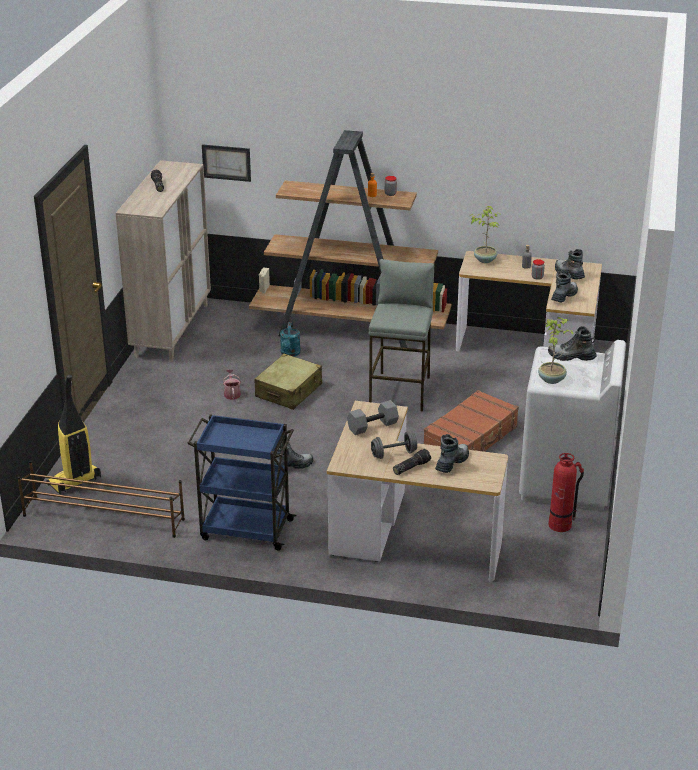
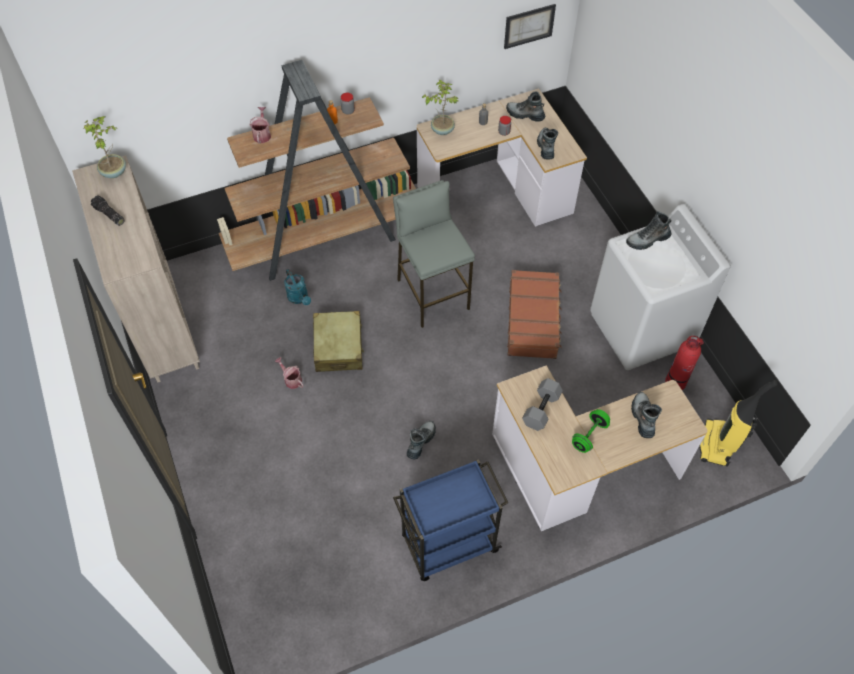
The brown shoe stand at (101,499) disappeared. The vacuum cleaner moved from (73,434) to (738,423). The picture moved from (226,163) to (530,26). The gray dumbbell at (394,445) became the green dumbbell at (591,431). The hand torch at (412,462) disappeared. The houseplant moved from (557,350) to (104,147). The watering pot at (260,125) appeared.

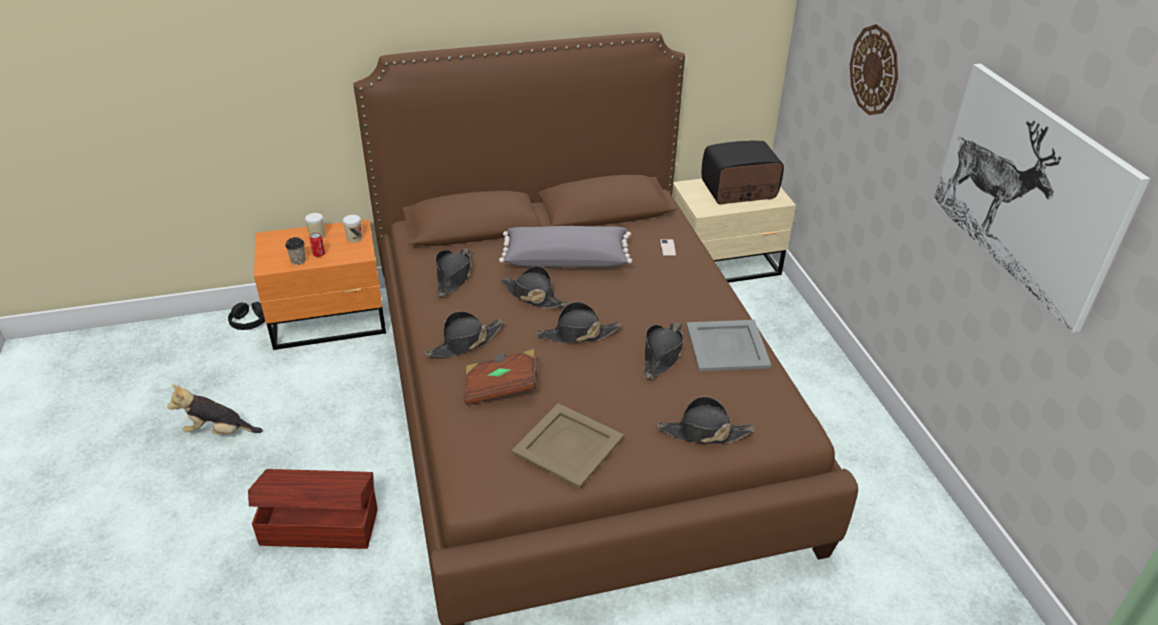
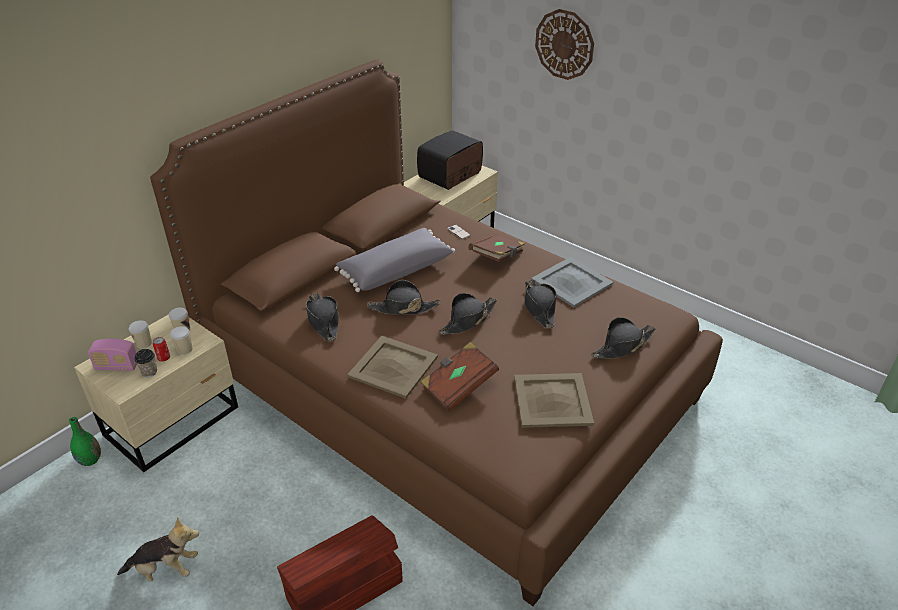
The soft toy at (215,410) turned 150 degrees counterclockwise. The black-coloured headphones at (246,316) was replaced by the green decorative vase at (85,441). The orange-coloured bedside table at (320,284) became the beige-coloured bedside table at (156,393). The black-coloured wearable hat at (464,334) was replaced by the beige-coloured carrying tray at (392,367). The picture at (1041,198) disappeared. The radio set at (112,355) appeared. The small cup at (181,340) appeared. The brown bound book at (496,248) appeared.

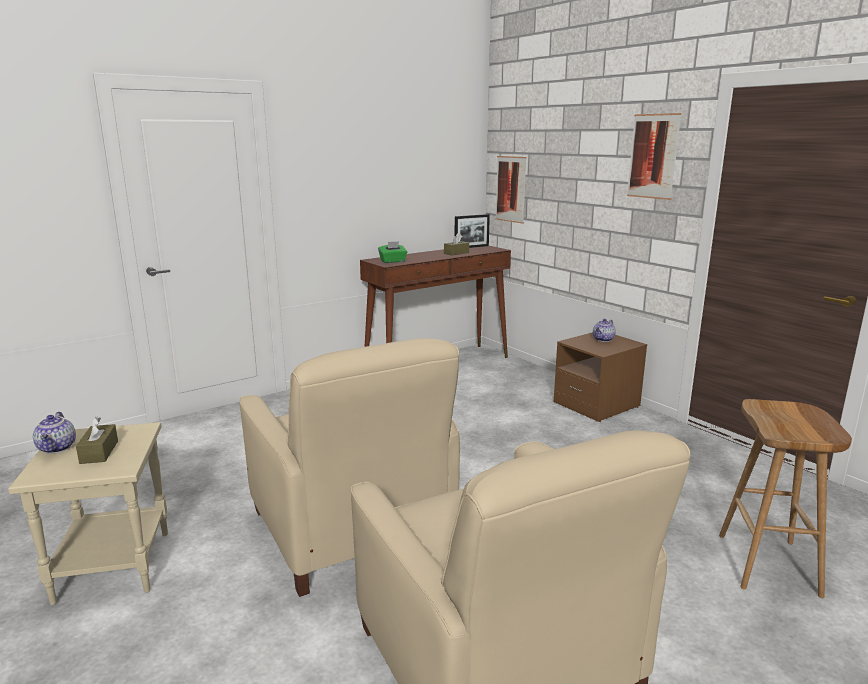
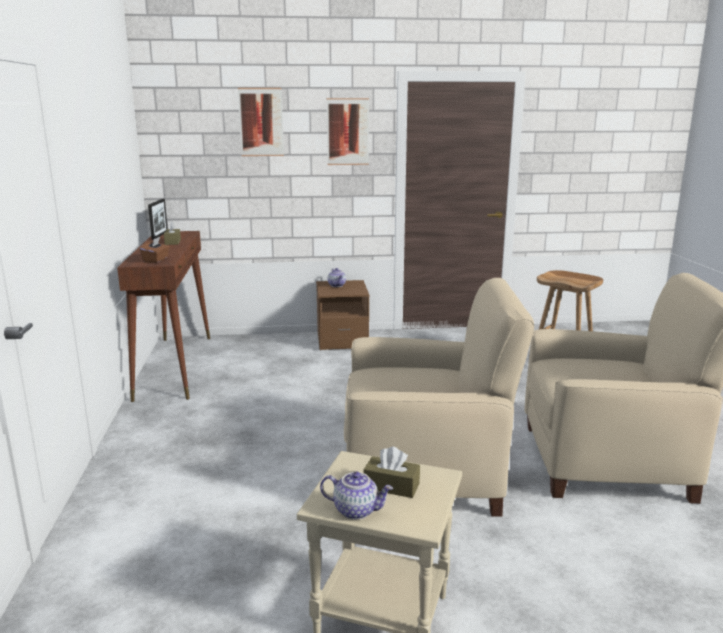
The green tissue holder at (392,252) became the brown tissue holder at (155,250). The picture moved from (511,190) to (261,122).

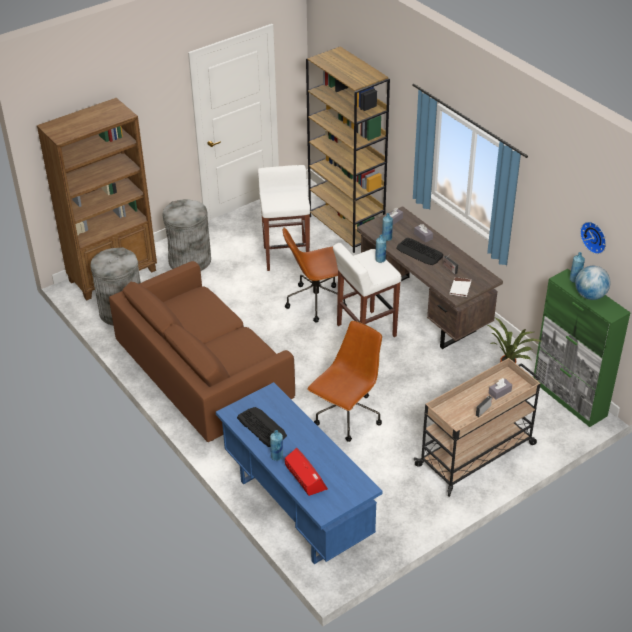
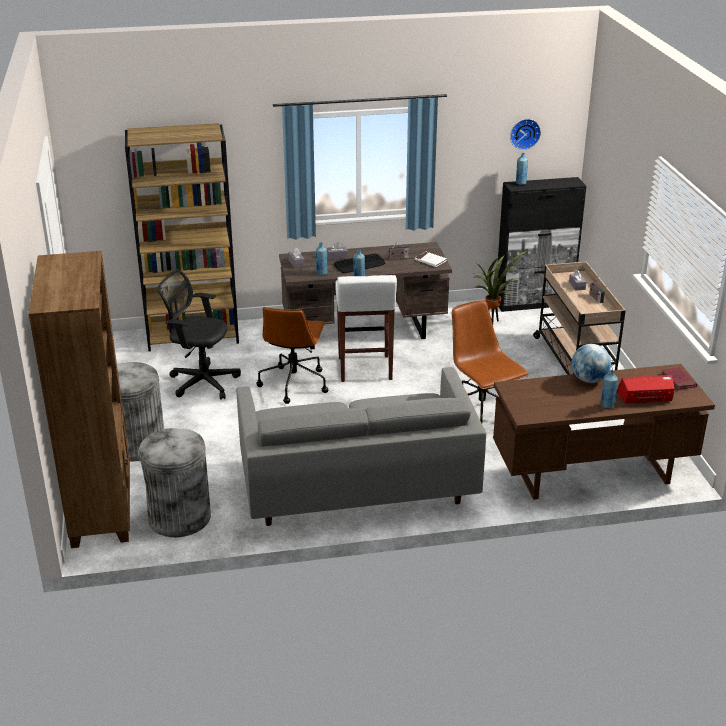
The brown couch at (202,351) became the gray couch at (361,446). The bluish desk table at (299,473) became the brown desk table at (604,432). The computer keyboard at (262,427) disappeared. The white stool seat at (284,218) was replaced by the black-coloured computer chair at (199,334). The green cabinet at (582,348) became the black-coloured cabinet at (542,244). The globe moved from (593,283) to (591,363). The red-coloured bound book at (679,378) appeared.

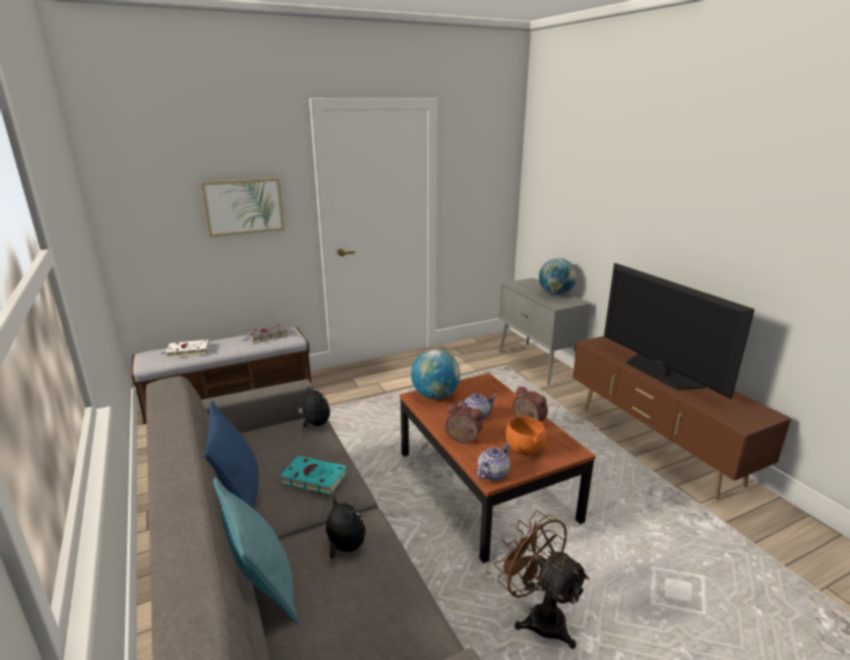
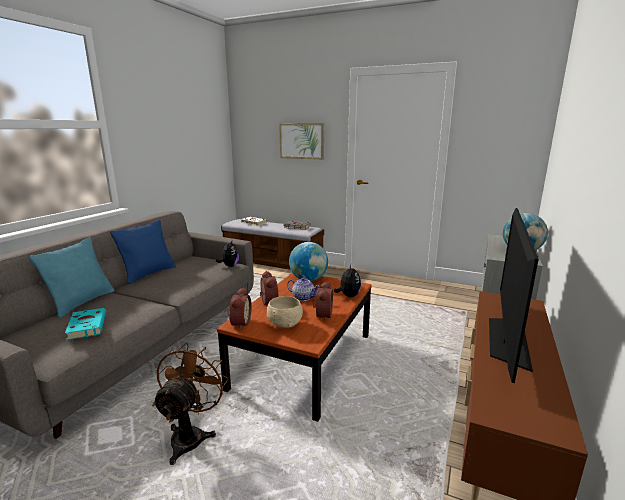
The turquoise-coloured bound book moved from (313,475) to (85,324). The soft toy moved from (342,527) to (347,281). The tea pot at (493,462) was replaced by the alarm clock at (239,308). The orange-coloured bowl at (525,435) became the beige-coloured bowl at (285,312).

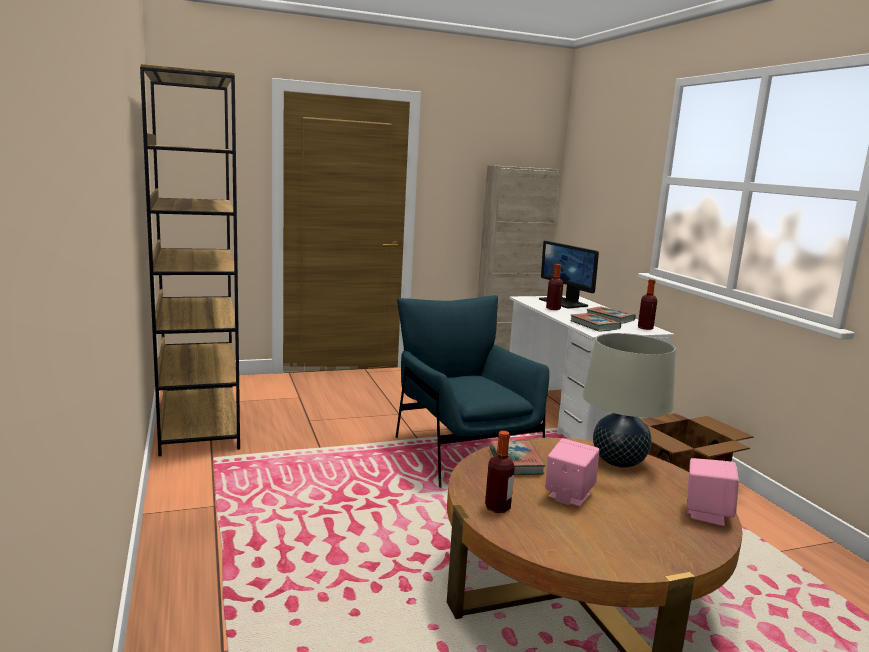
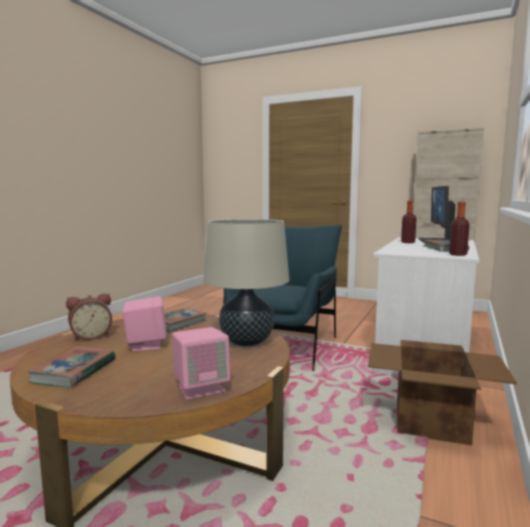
The brown bookshelf at (190,260) disappeared. The bottle at (500,472) was replaced by the alarm clock at (89,317). The bound book moved from (595,322) to (71,367).

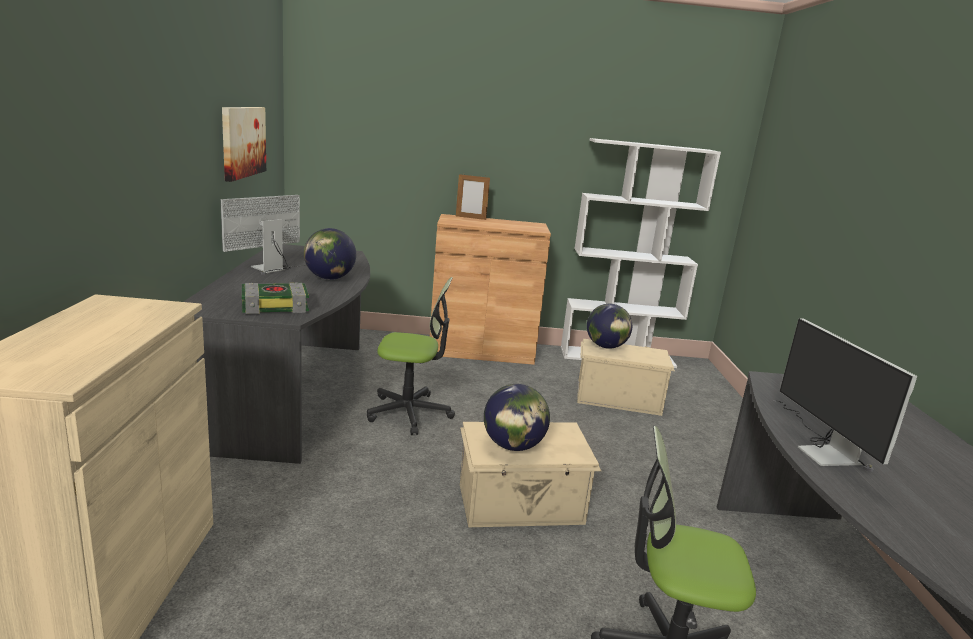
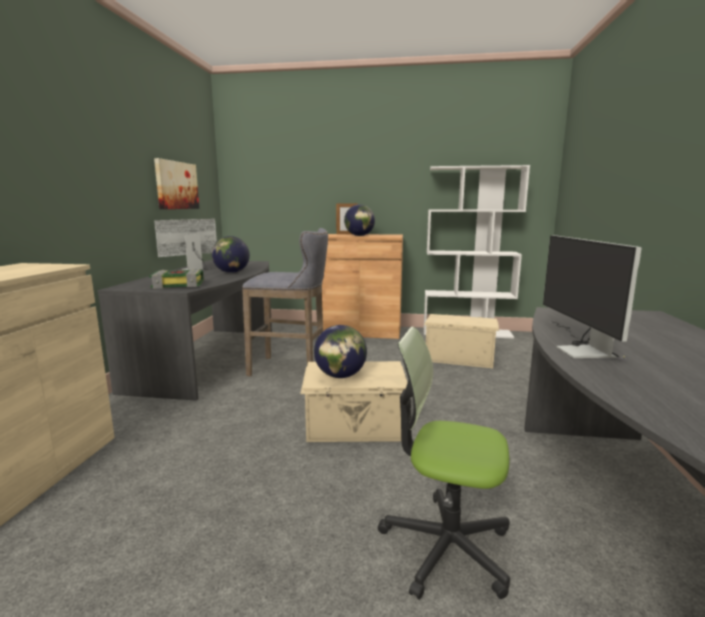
The computer chair at (411,356) was replaced by the gray stool seat at (285,302). The globe moved from (609,326) to (359,220).

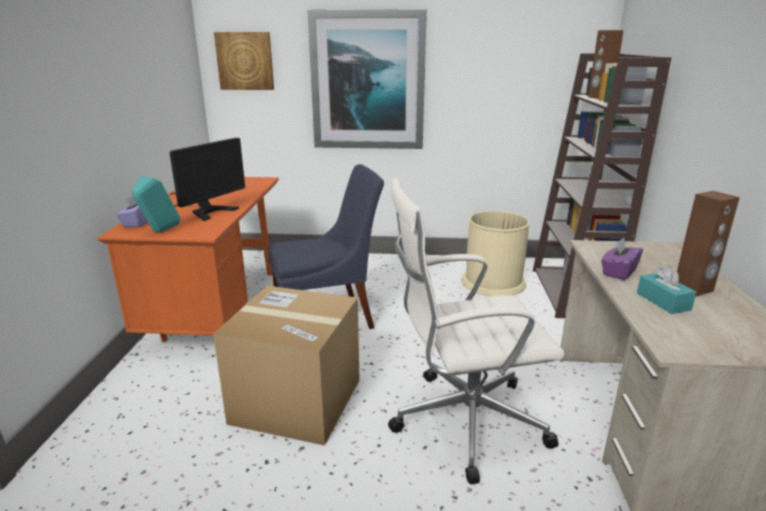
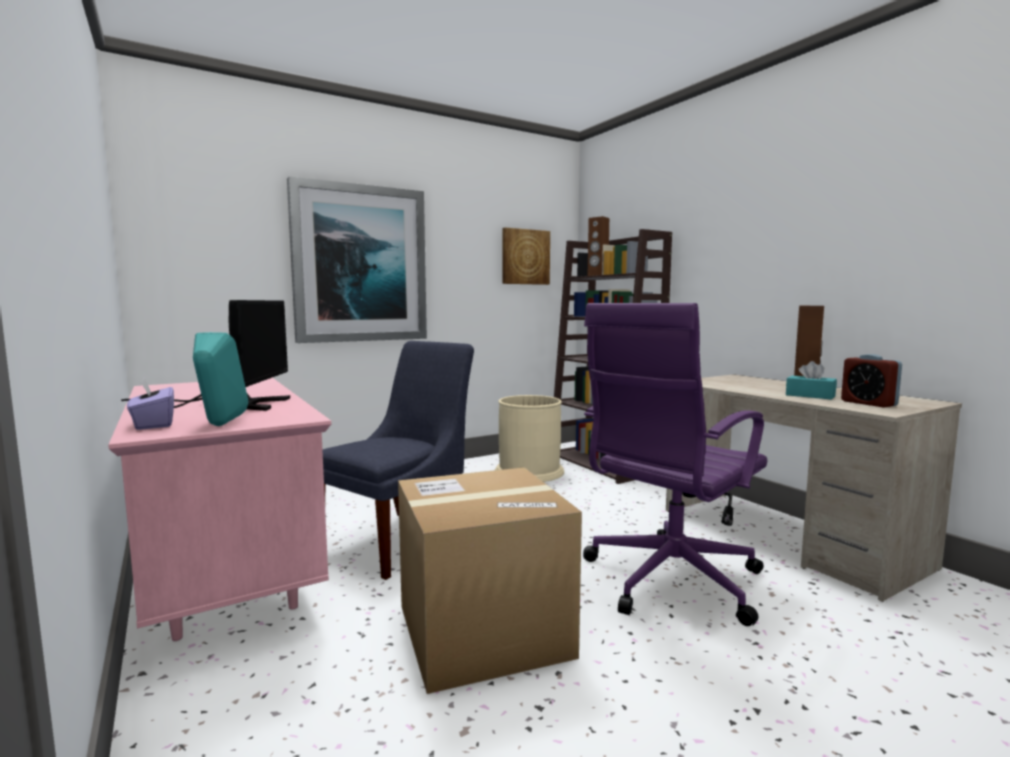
The orange-coloured desk table at (188,259) became the pinkish desk table at (219,509). The picture moved from (244,61) to (526,256). The white computer chair at (476,331) became the purplish computer chair at (675,464). The purplish tissue holder at (622,259) disappeared. The alarm clock at (871,381) appeared.

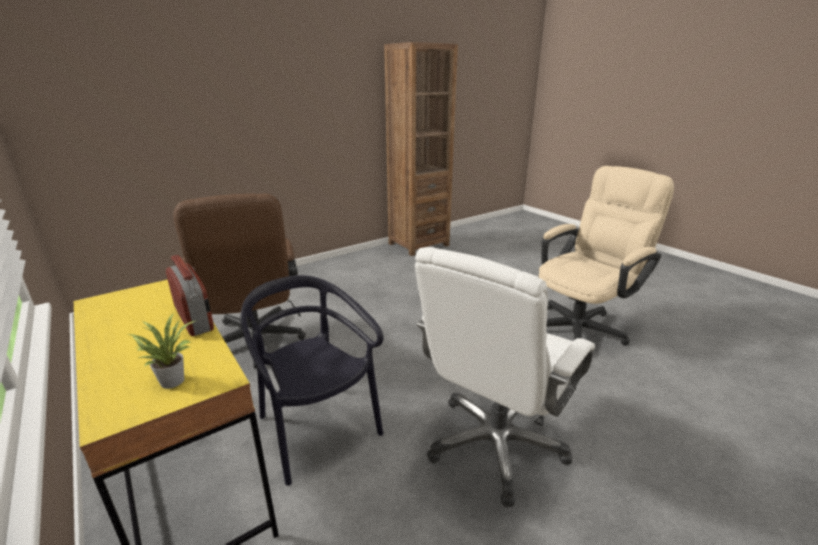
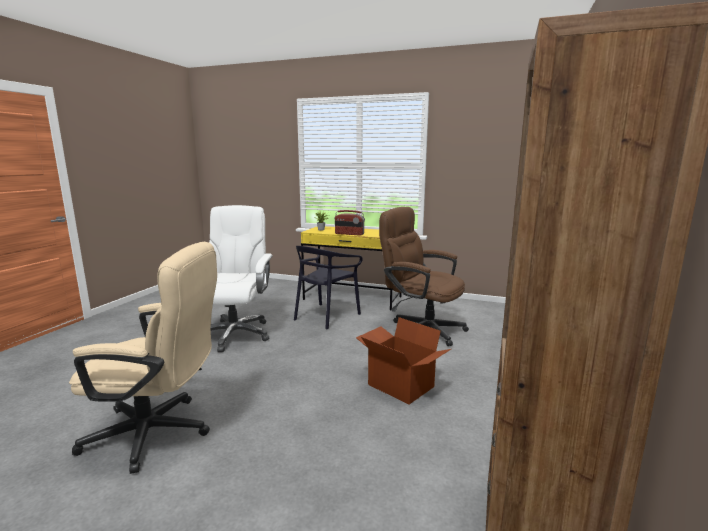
The black-coloured plain chair at (312,380) turned 105 degrees clockwise. The beige-coloured computer chair at (606,256) turned 105 degrees counterclockwise. The packing box at (403,360) appeared.

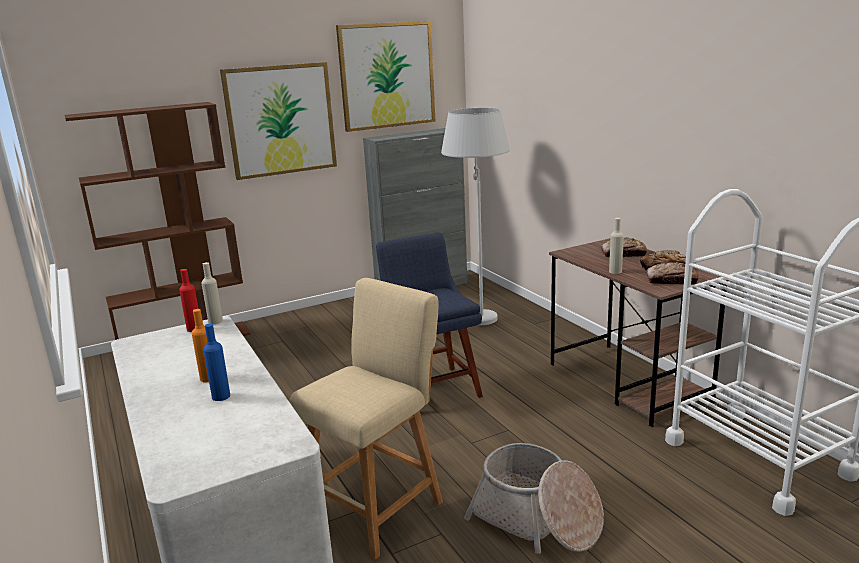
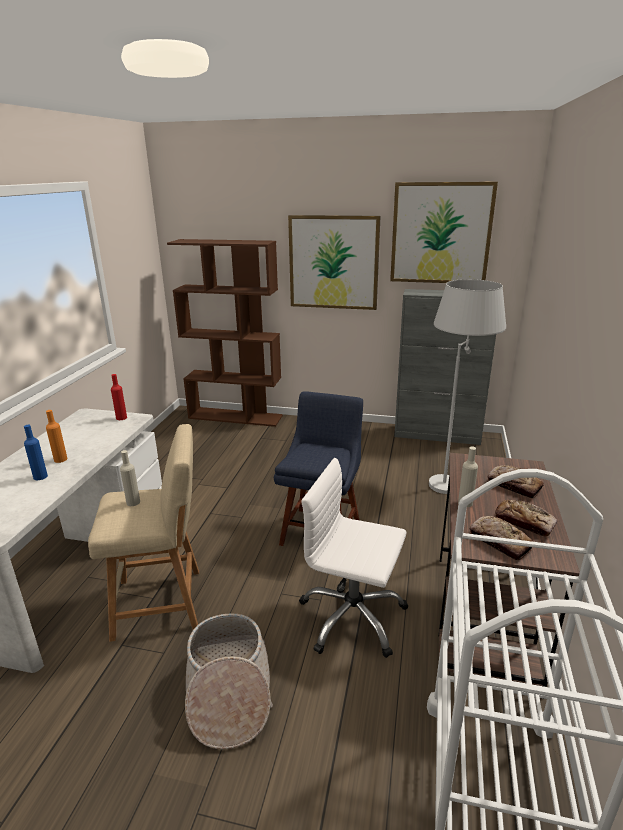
The beige-coloured bottle moved from (212,293) to (130,478). The white computer chair at (353,558) appeared.

